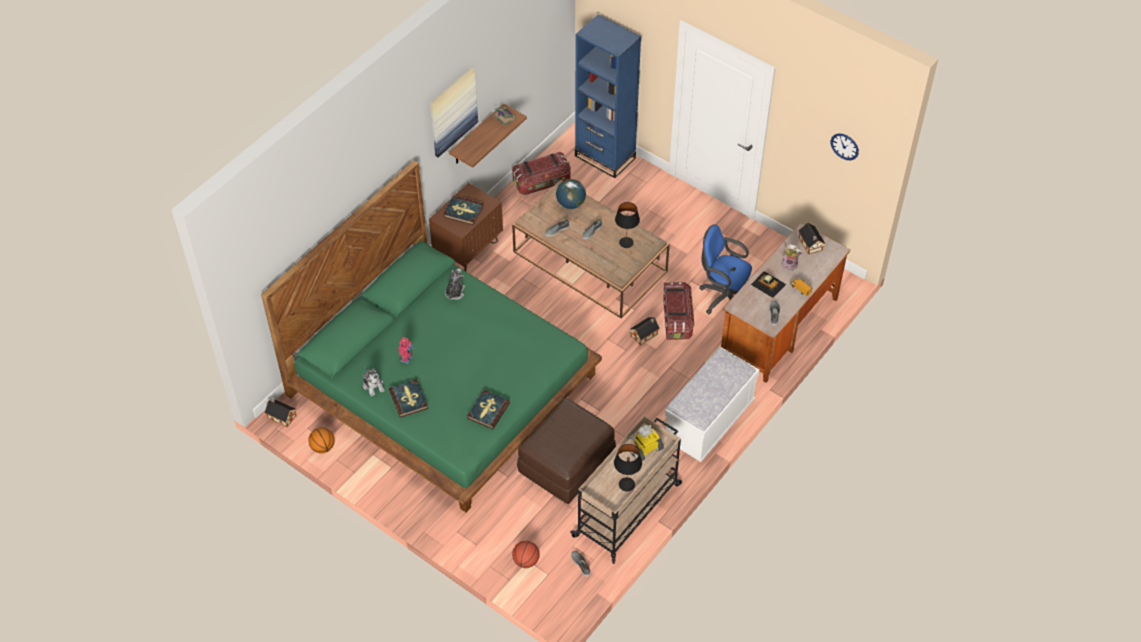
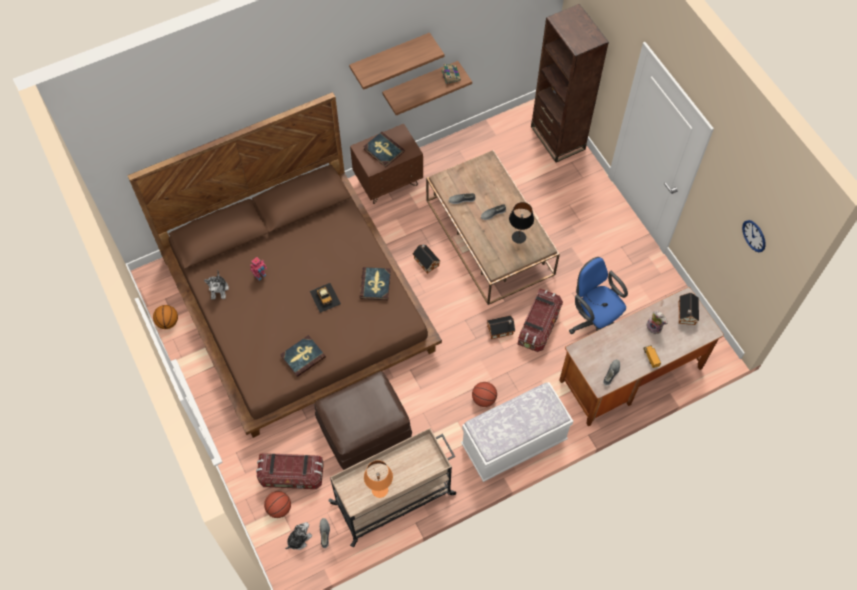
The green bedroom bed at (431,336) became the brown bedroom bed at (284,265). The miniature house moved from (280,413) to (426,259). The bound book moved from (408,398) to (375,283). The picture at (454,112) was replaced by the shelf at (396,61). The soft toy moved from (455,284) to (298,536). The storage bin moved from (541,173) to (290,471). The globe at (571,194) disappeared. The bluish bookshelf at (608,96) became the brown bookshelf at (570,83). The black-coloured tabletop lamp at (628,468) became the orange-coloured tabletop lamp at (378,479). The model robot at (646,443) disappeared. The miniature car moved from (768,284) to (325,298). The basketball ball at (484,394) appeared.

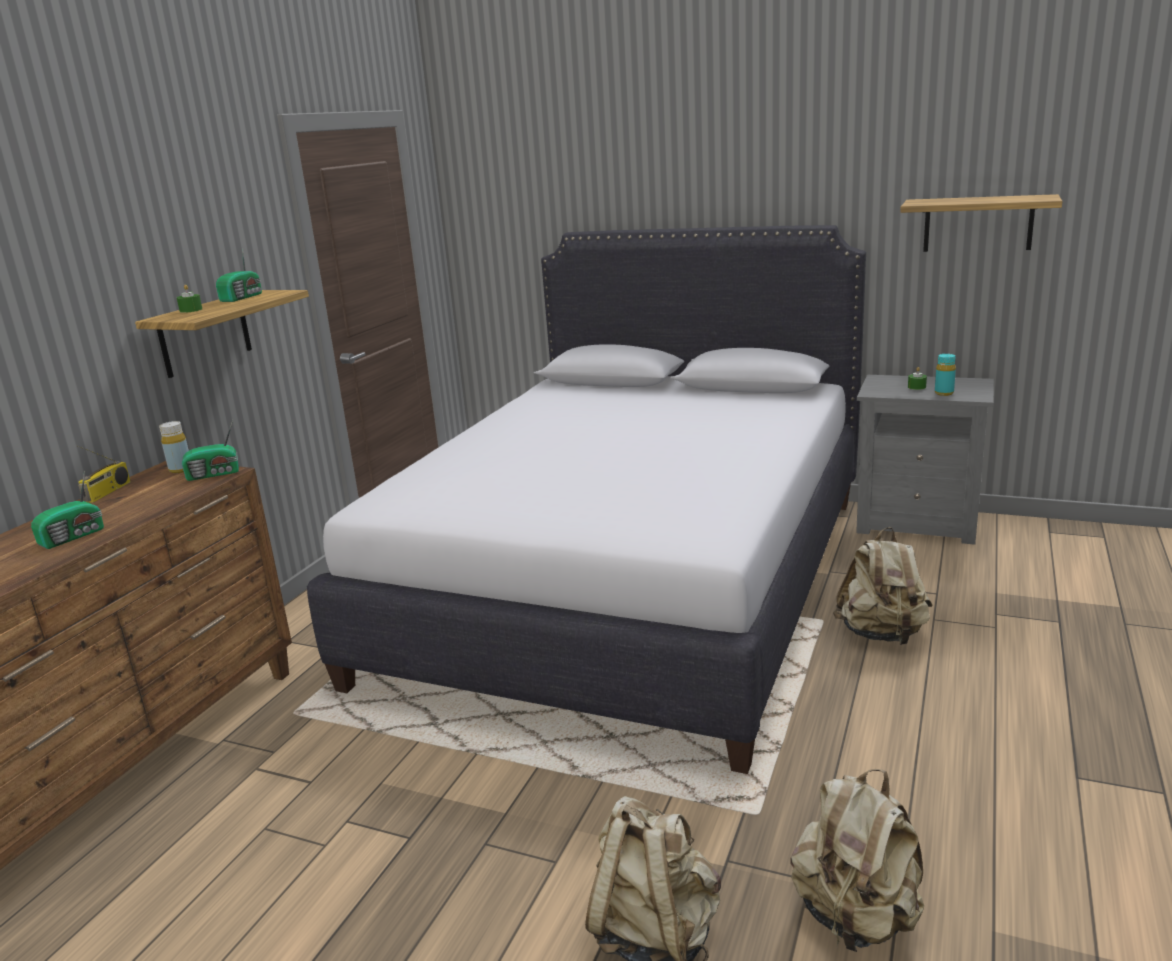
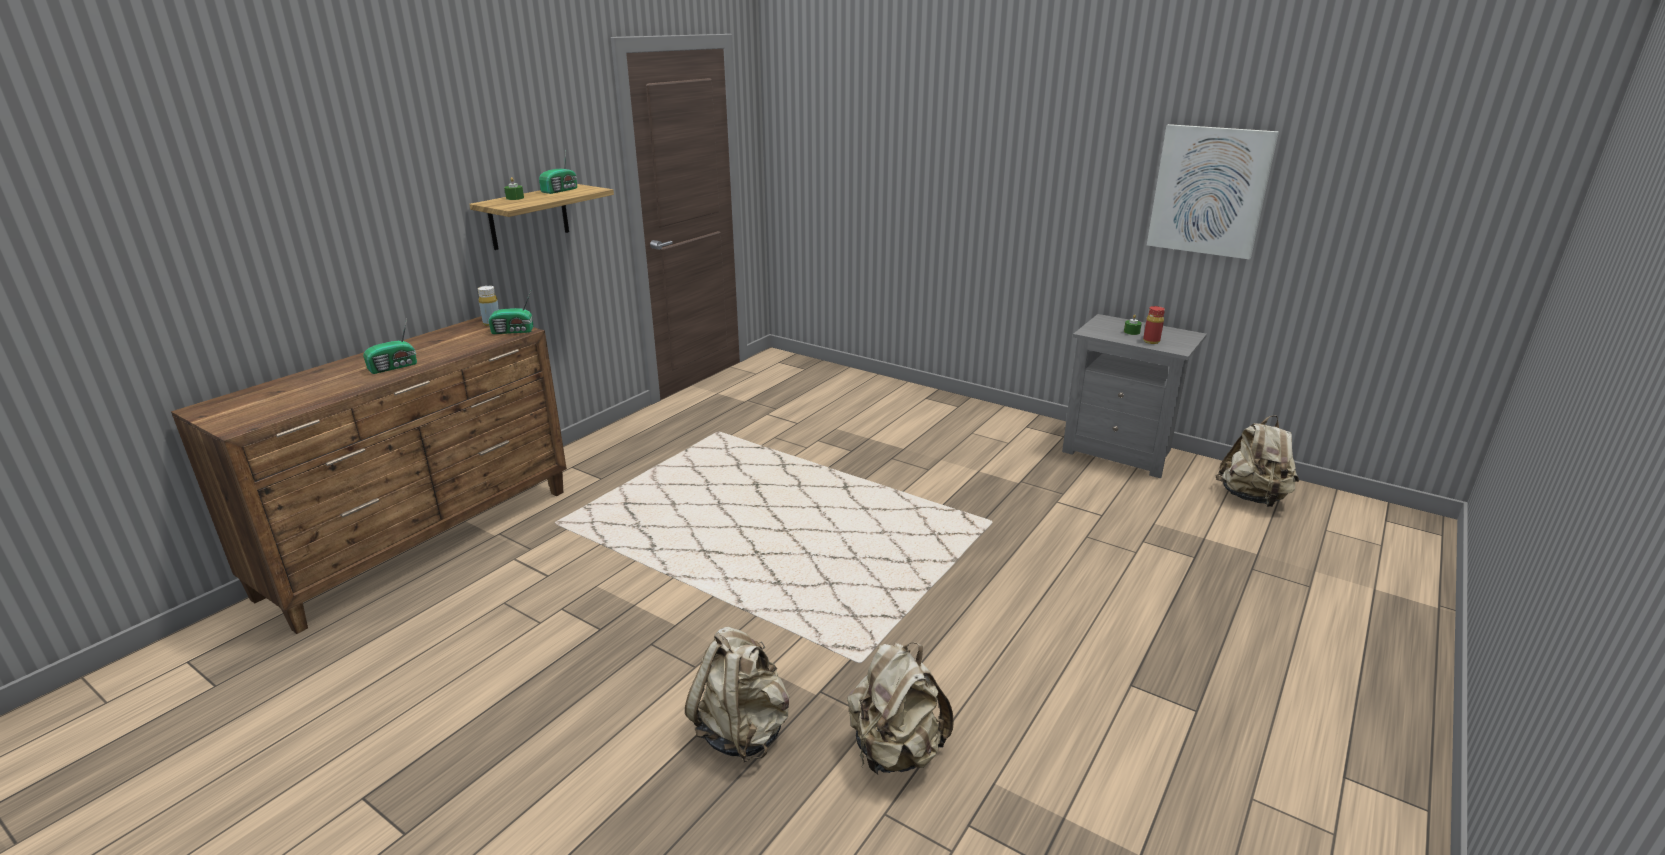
The radio set at (103,474) disappeared. The white bedroom bed at (586,499) disappeared. The beige-coloured backpack moved from (883,586) to (1257,461). The shelf at (981,223) was replaced by the picture at (1213,192). The turquoise-coloured bottle at (945,375) became the red-coloured bottle at (1154,325).

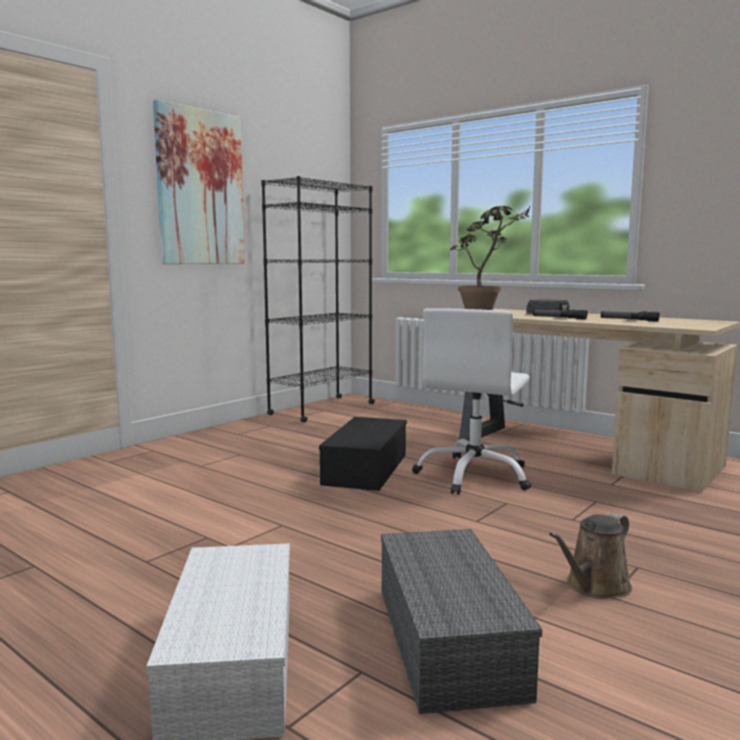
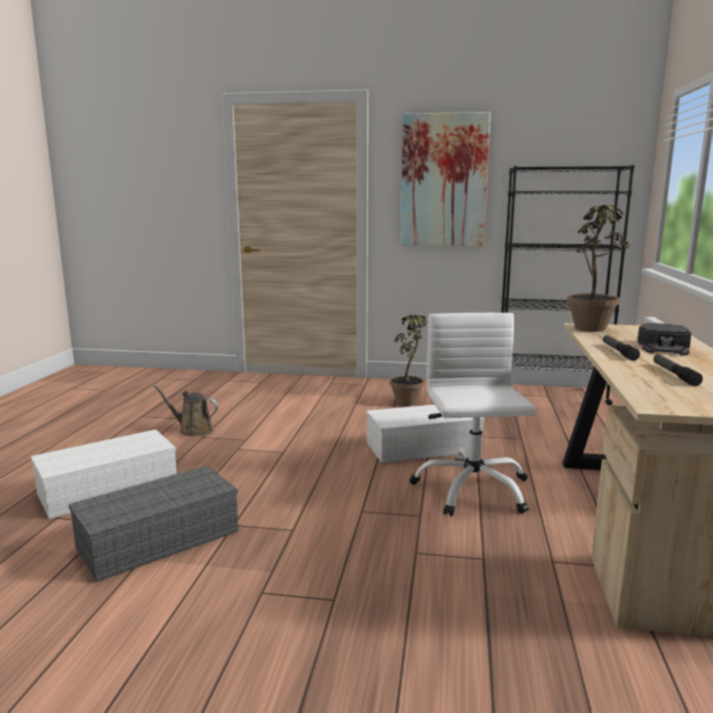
The black-coloured storage bin at (363,454) became the white storage bin at (425,433). The white computer chair at (471,401) turned 90 degrees clockwise. The brown watering pot moved from (590,556) to (186,410). The houseplant at (408,360) appeared.

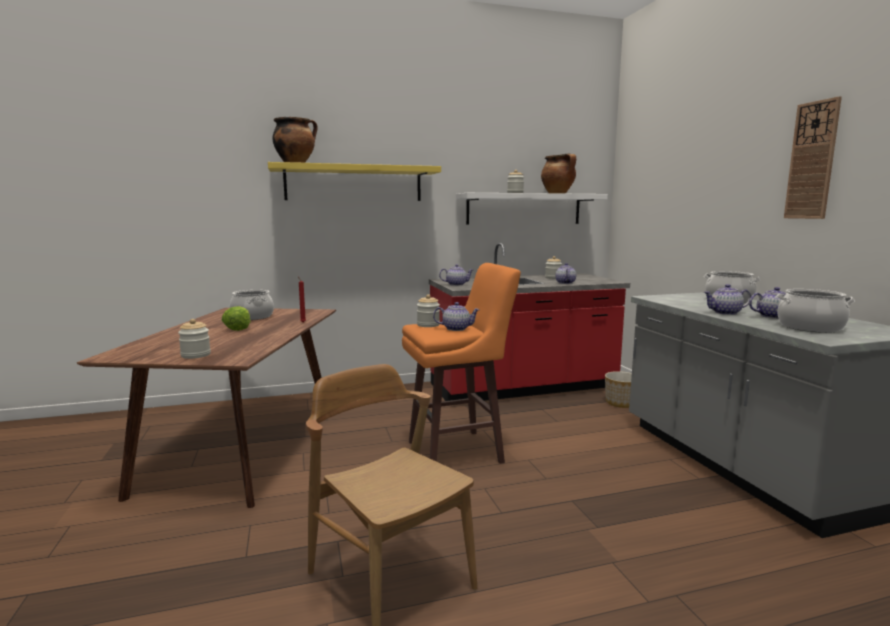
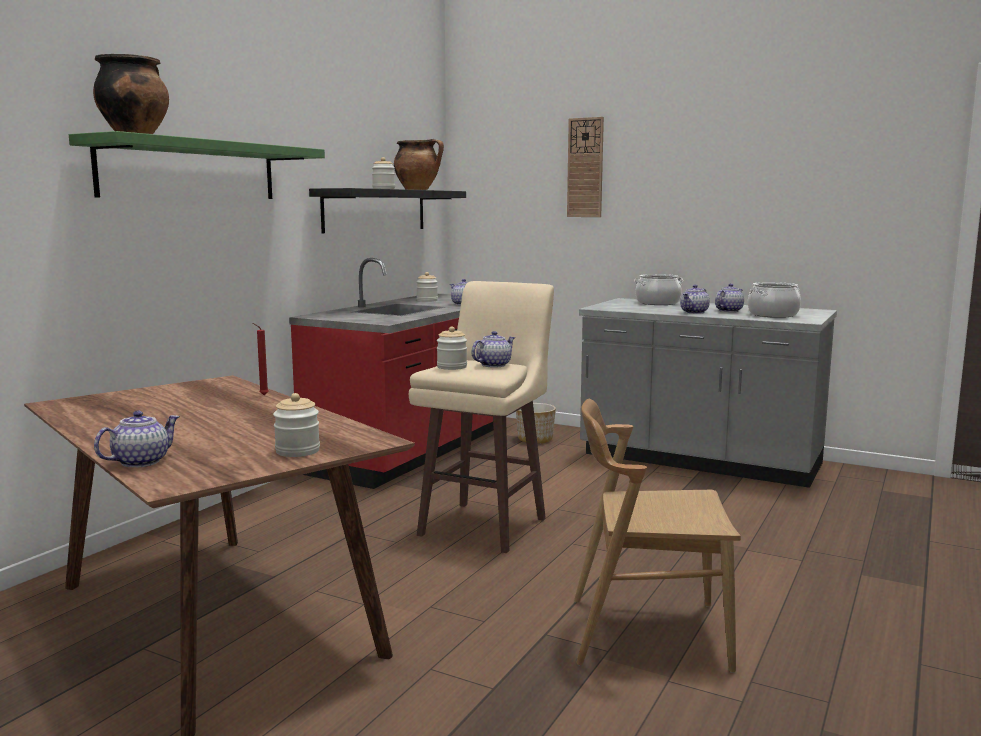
The lettuce head at (236,318) disappeared. The stockpot at (252,305) disappeared. The yellowish shelf at (354,181) became the green shelf at (197,165). The orange-coloured stool seat at (461,363) became the beige-coloured stool seat at (481,417). The tea pot moved from (456,275) to (137,439). The white shelf at (532,209) became the black-coloured shelf at (387,210). The wall clock moved from (813,157) to (585,167).

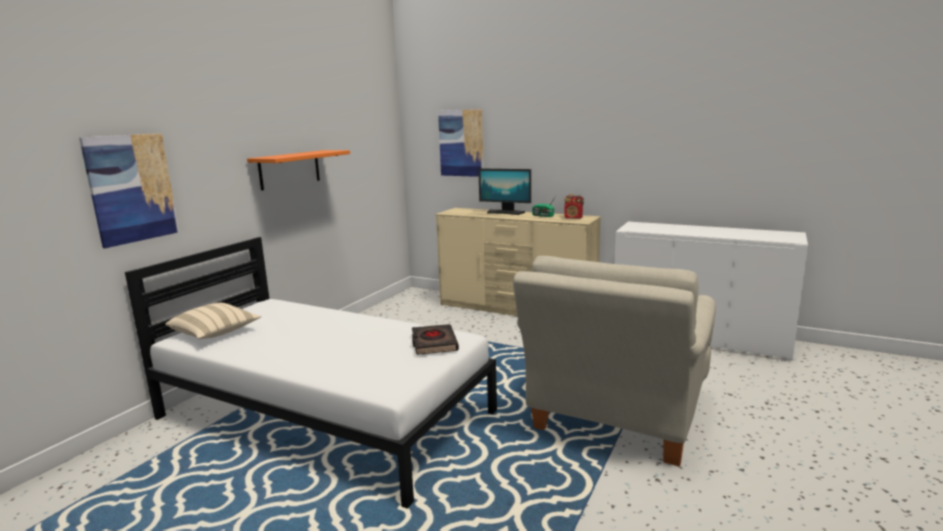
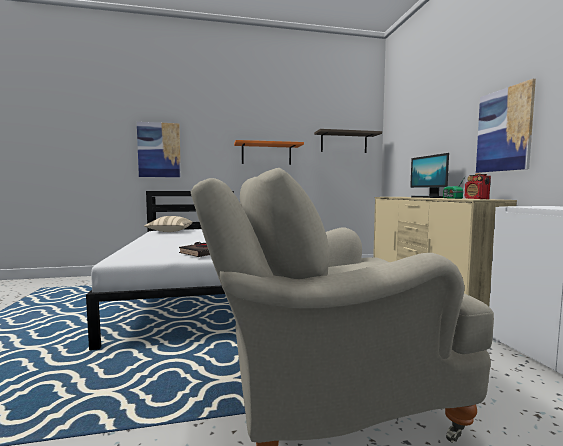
The picture moved from (461,143) to (506,126). The shelf at (348,141) appeared.

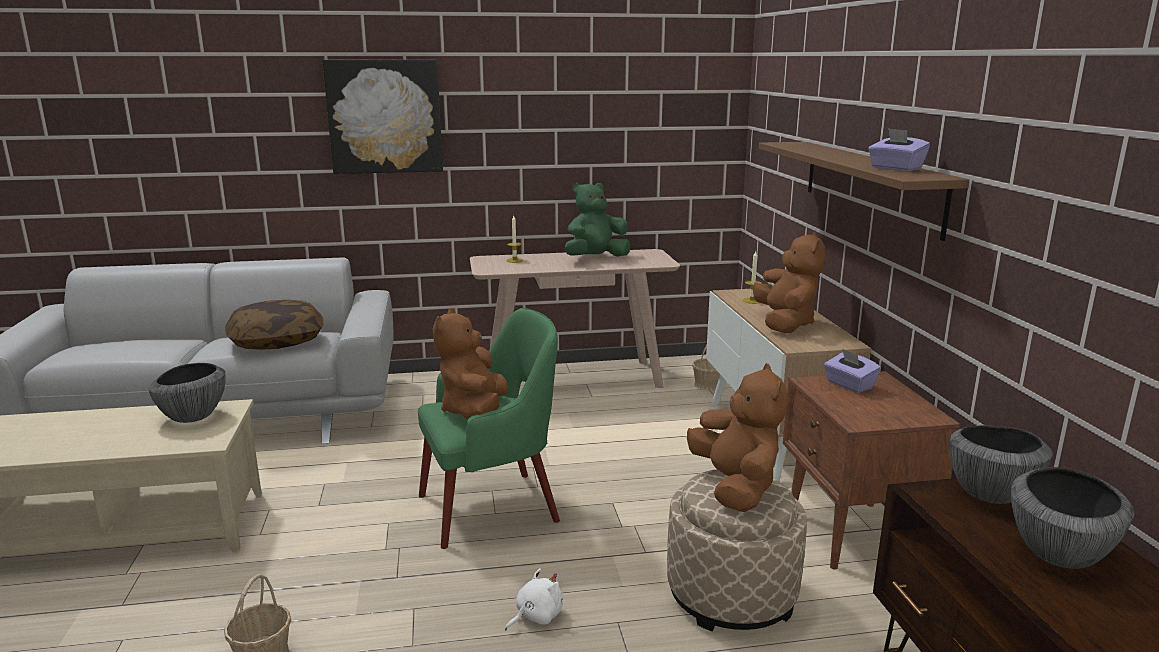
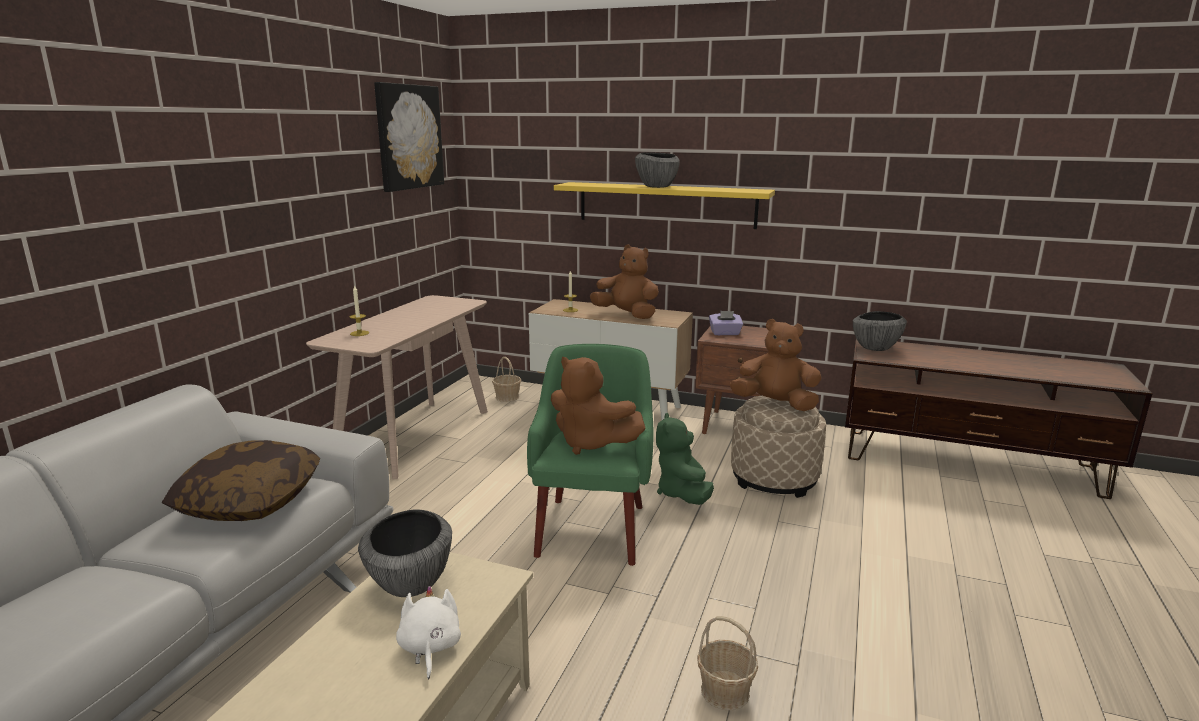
The picture moved from (382,117) to (409,137). The white soft toy moved from (534,599) to (428,632). The green soft toy moved from (597,220) to (685,459). The brown shelf at (864,191) became the yellowish shelf at (664,205). The purplish tissue holder at (899,149) disappeared. The bowl moved from (1073,518) to (657,170).

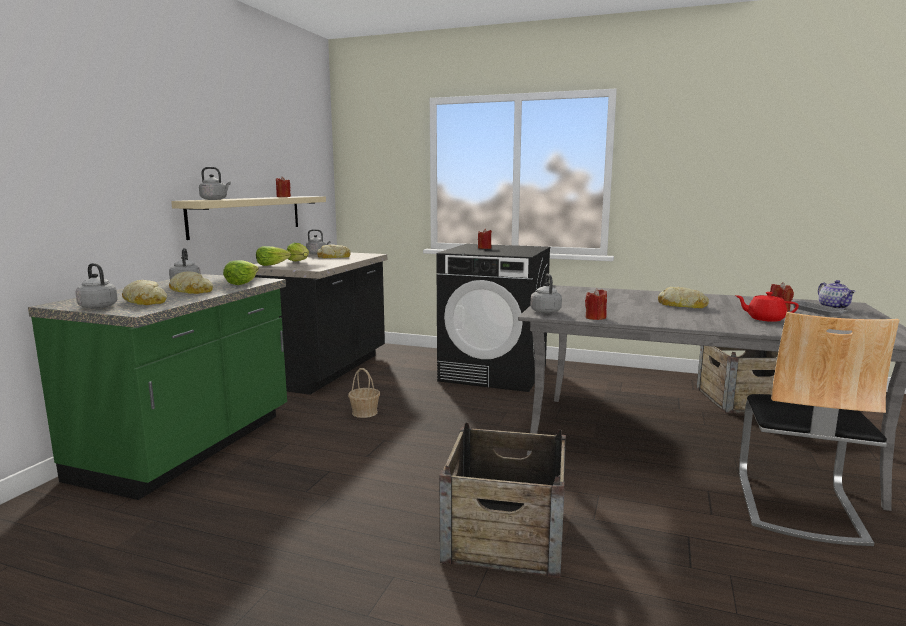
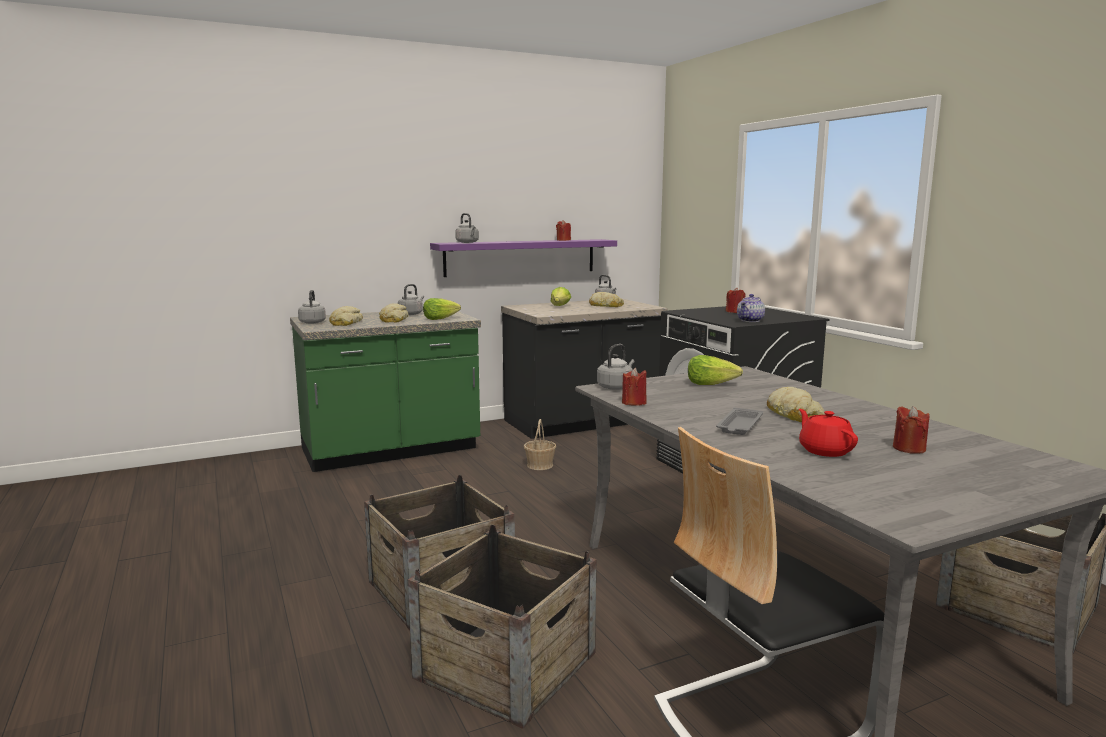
The beige-coloured shelf at (248,218) became the purplish shelf at (523,258). The lettuce head moved from (273,256) to (715,370). The gray carrying tray moved from (819,308) to (739,421). The tea pot moved from (837,294) to (751,308). The packing crate at (502,627) appeared.

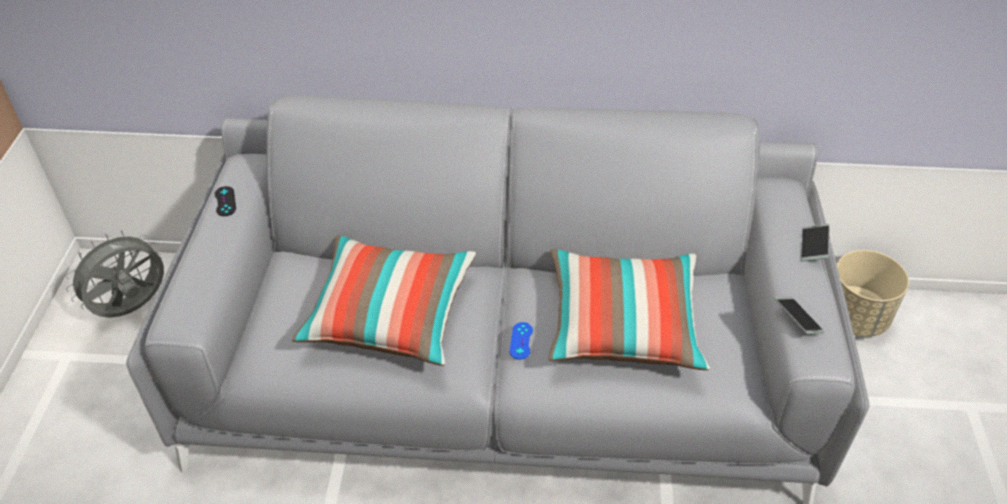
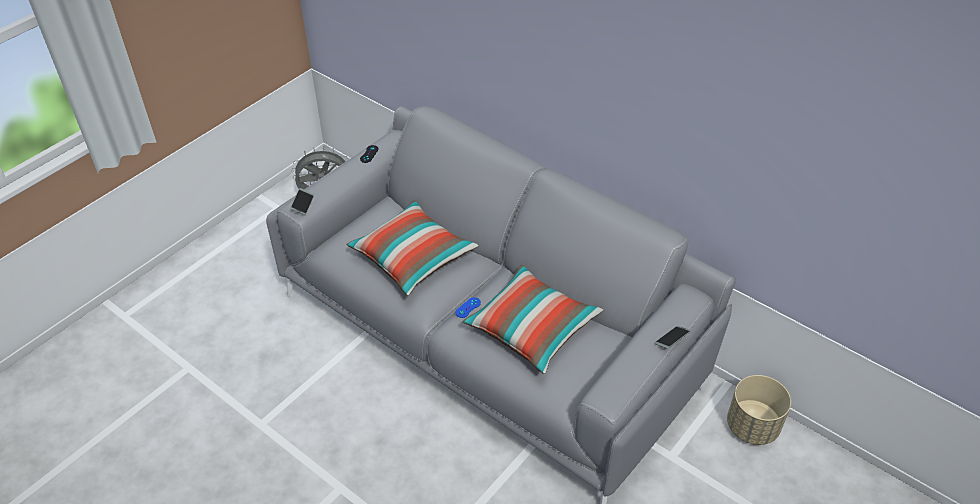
The phone moved from (798,315) to (302,201).

